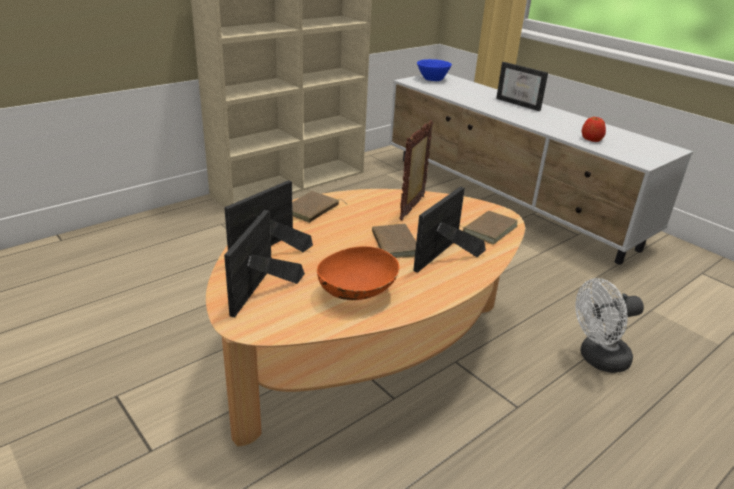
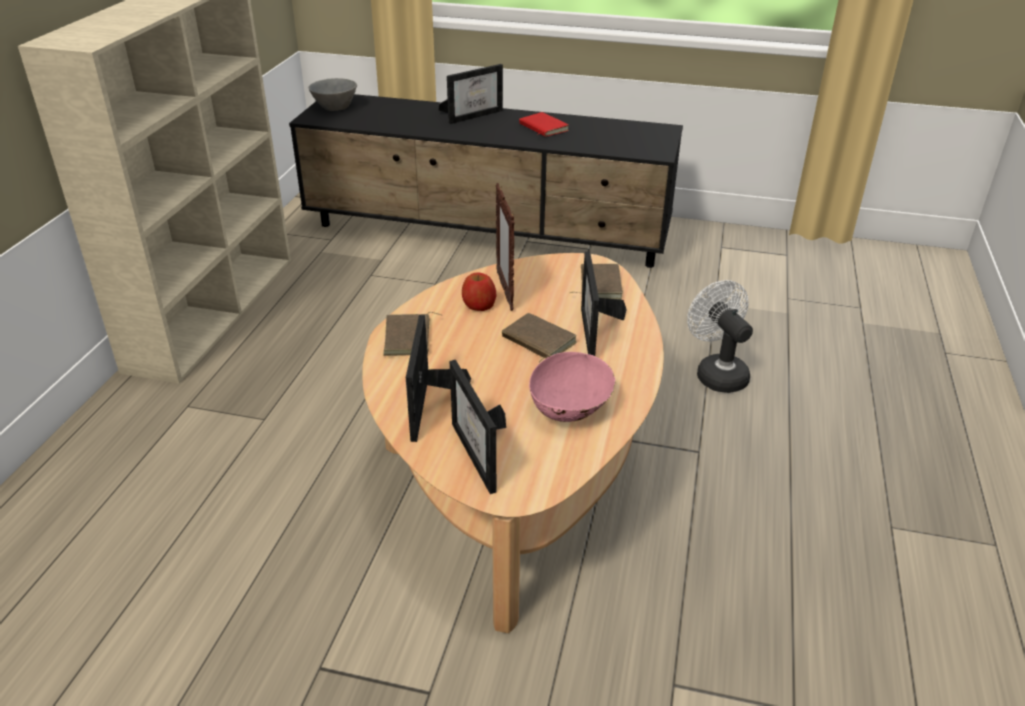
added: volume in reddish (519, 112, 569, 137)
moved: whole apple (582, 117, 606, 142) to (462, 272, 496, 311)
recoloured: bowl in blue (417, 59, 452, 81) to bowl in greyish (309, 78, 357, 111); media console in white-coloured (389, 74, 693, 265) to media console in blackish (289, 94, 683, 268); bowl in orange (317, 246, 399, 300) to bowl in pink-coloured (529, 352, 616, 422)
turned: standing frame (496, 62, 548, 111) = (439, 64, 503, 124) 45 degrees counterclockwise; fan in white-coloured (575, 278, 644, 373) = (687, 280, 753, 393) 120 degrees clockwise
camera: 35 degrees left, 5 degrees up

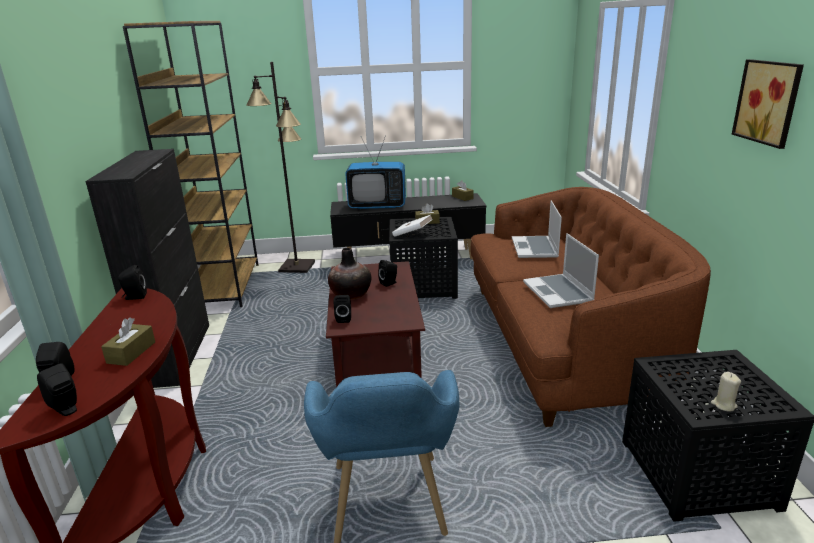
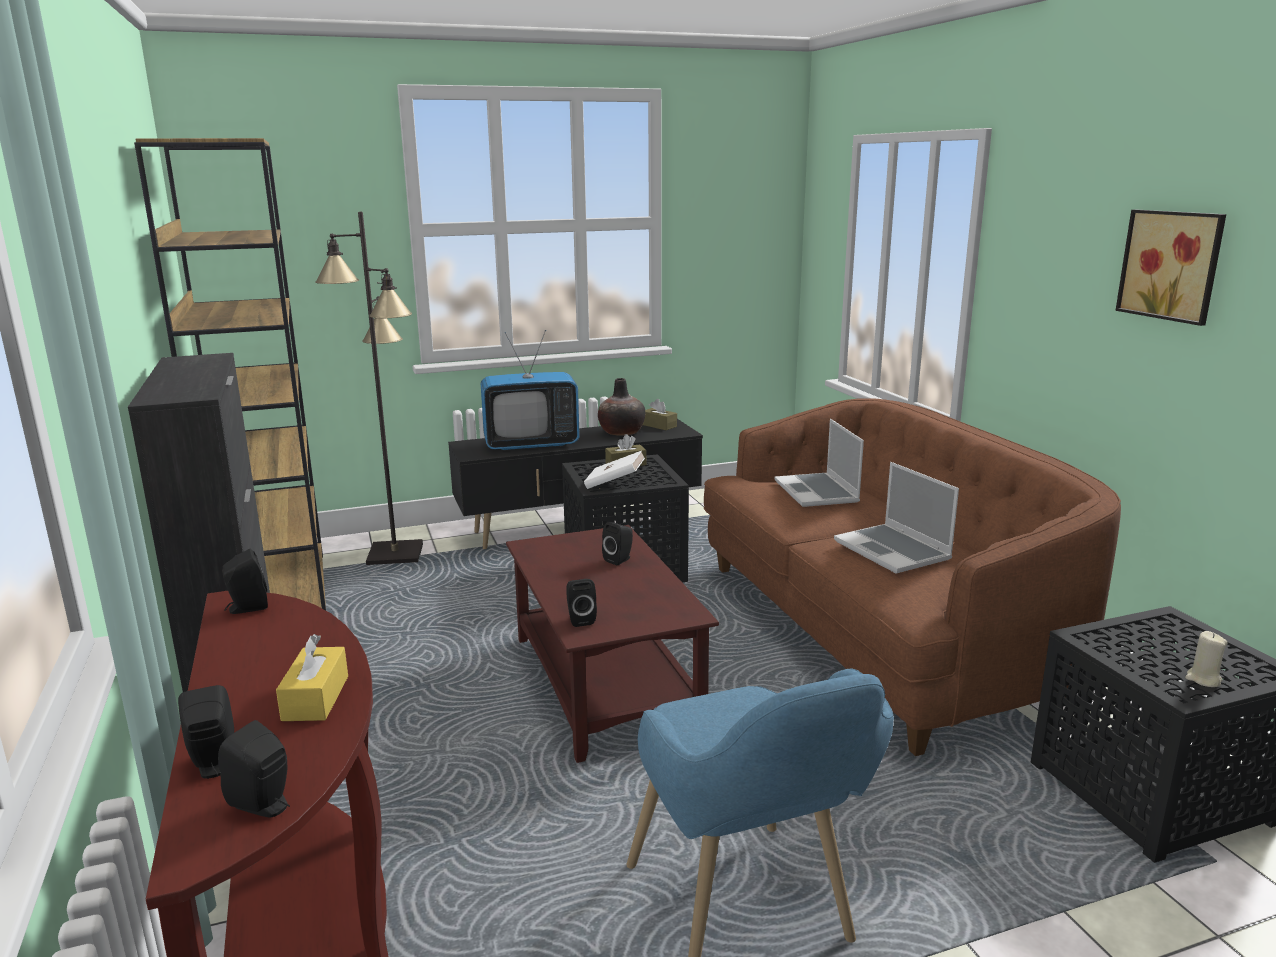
moved: vase (328, 248, 371, 300) to (598, 378, 645, 436)
recoloured: box of tissues in brownish (101, 318, 155, 366) to box of tissues in yellow-coloured (276, 634, 348, 721)
camera: 15 degrees left, 5 degrees down

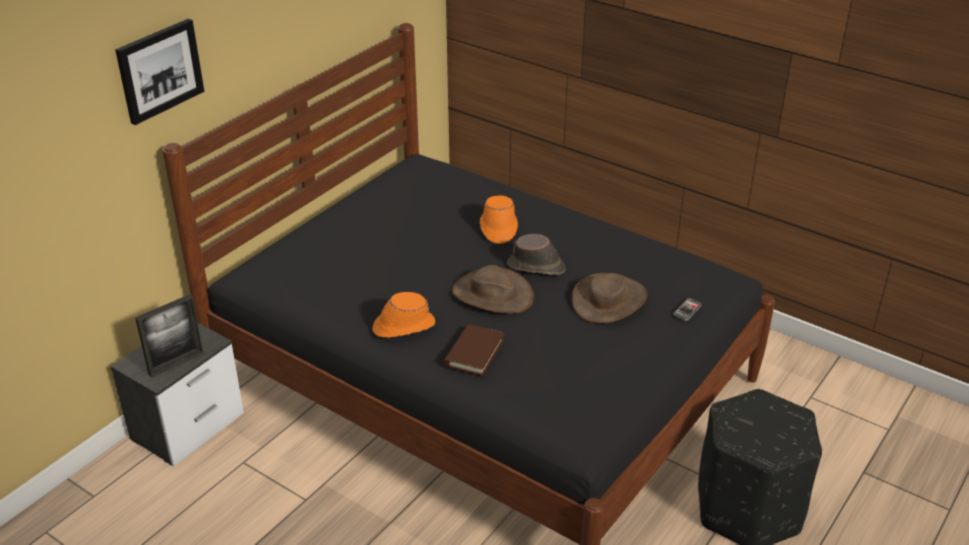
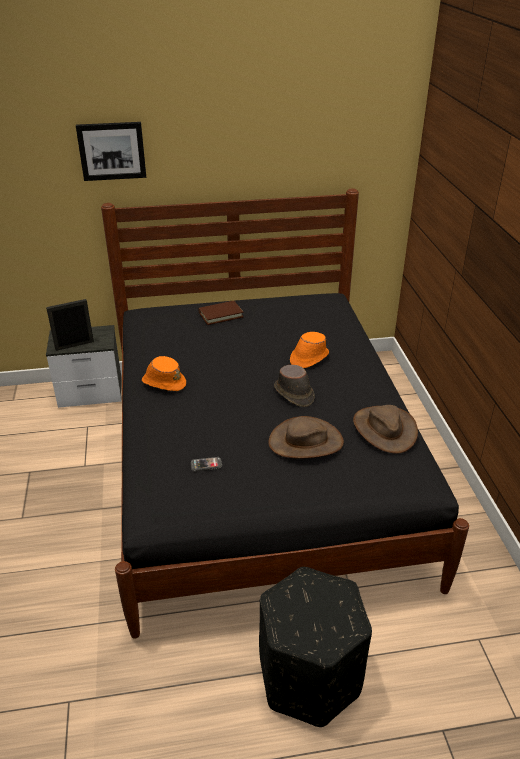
moved: wearable hat in brownish (452, 265, 534, 314) to (353, 405, 418, 454); handset (673, 298, 702, 321) to (190, 457, 222, 472); volume in brownish (444, 324, 505, 376) to (199, 301, 244, 325)
turned: standing frame (135, 294, 204, 378) = (46, 299, 94, 351) 150 degrees clockwise
camera: 45 degrees right, 0 degrees up

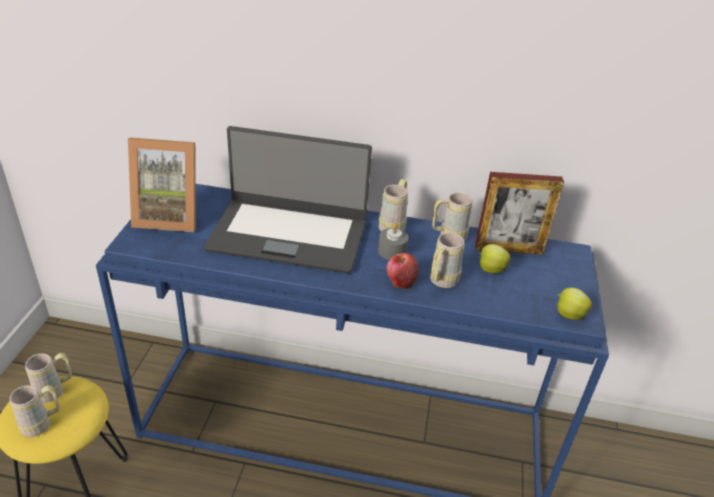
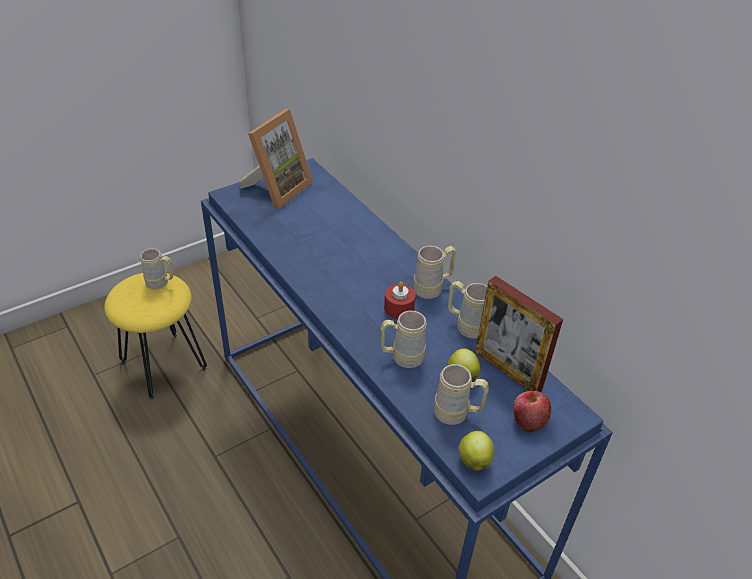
removed: notebook computer (204, 126, 372, 273)
moved: whole apple (387, 253, 419, 289) to (513, 391, 551, 432); coffee mug in sand-coloured (10, 385, 60, 437) to (434, 364, 489, 425)
recoloured: wax candle in greyish (378, 223, 409, 260) to wax candle in reddish (384, 281, 416, 319)
turned: standing frame (128, 138, 196, 232) = (239, 109, 313, 209) 105 degrees counterclockwise
camera: 45 degrees right, 5 degrees up

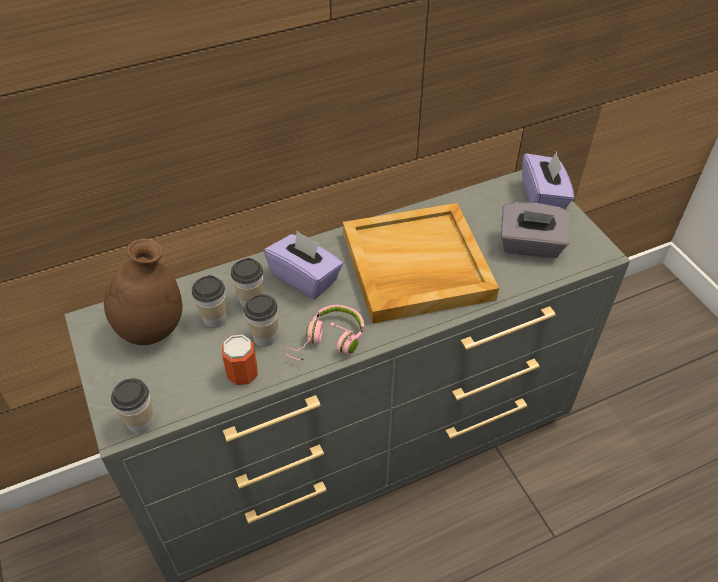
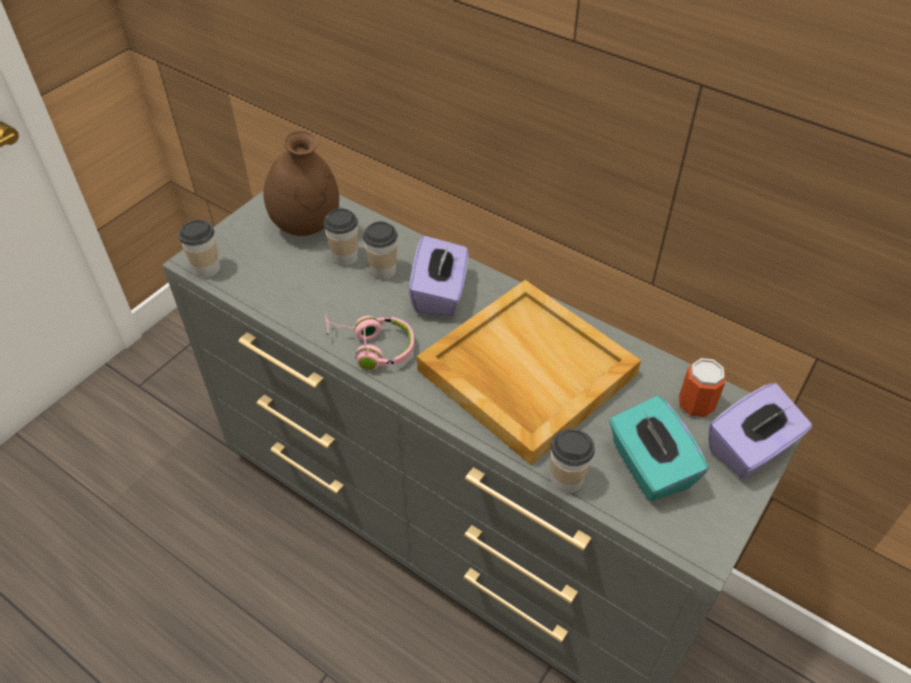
moved: drinking cup (244, 294, 278, 347) to (551, 429, 595, 493); can (222, 334, 258, 385) to (679, 358, 725, 418)
recoloured: box of tissues in greyish (501, 202, 570, 258) to box of tissues in blue-green (609, 396, 708, 501)
camera: 60 degrees right, 0 degrees up

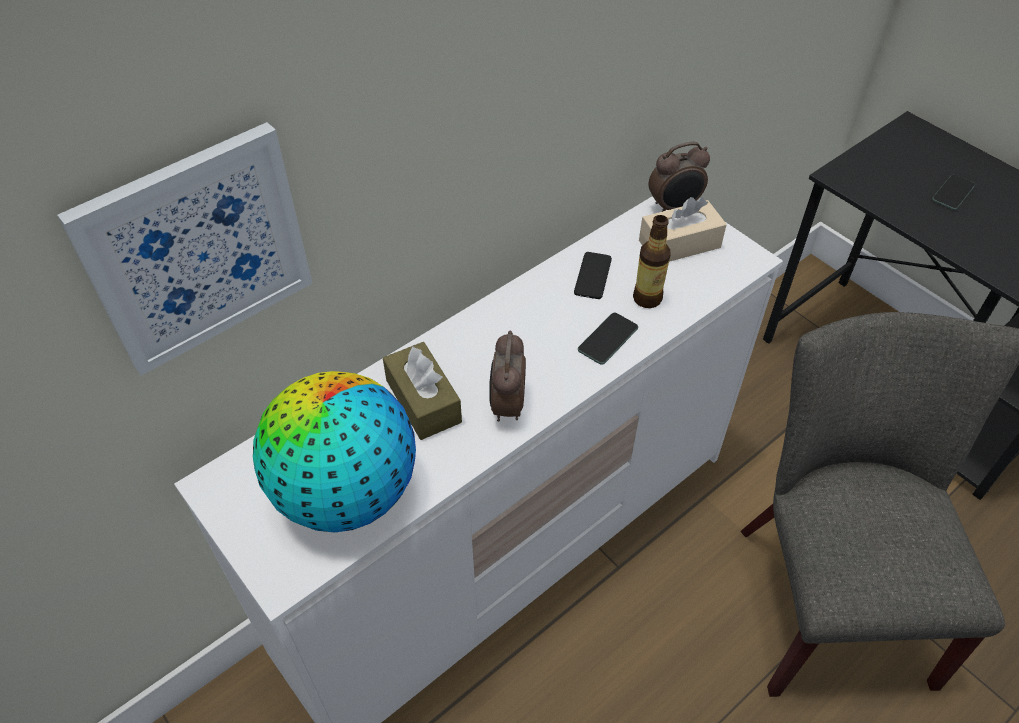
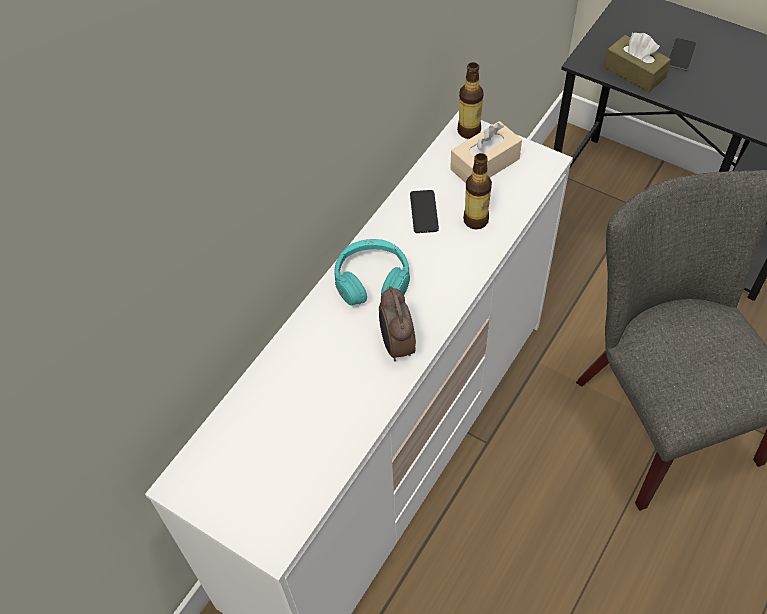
removed: picture (57, 122, 312, 376); handset (578, 313, 638, 365); globe (253, 371, 416, 533)
added: headset in blue-green (334, 239, 410, 306)
moved: box of tissues in brownish (383, 342, 462, 440) to (604, 33, 671, 93)
replaced: bedside clock (648, 142, 710, 212) to drink bottle (457, 62, 484, 139)
camera: 15 degrees left, 5 degrees up

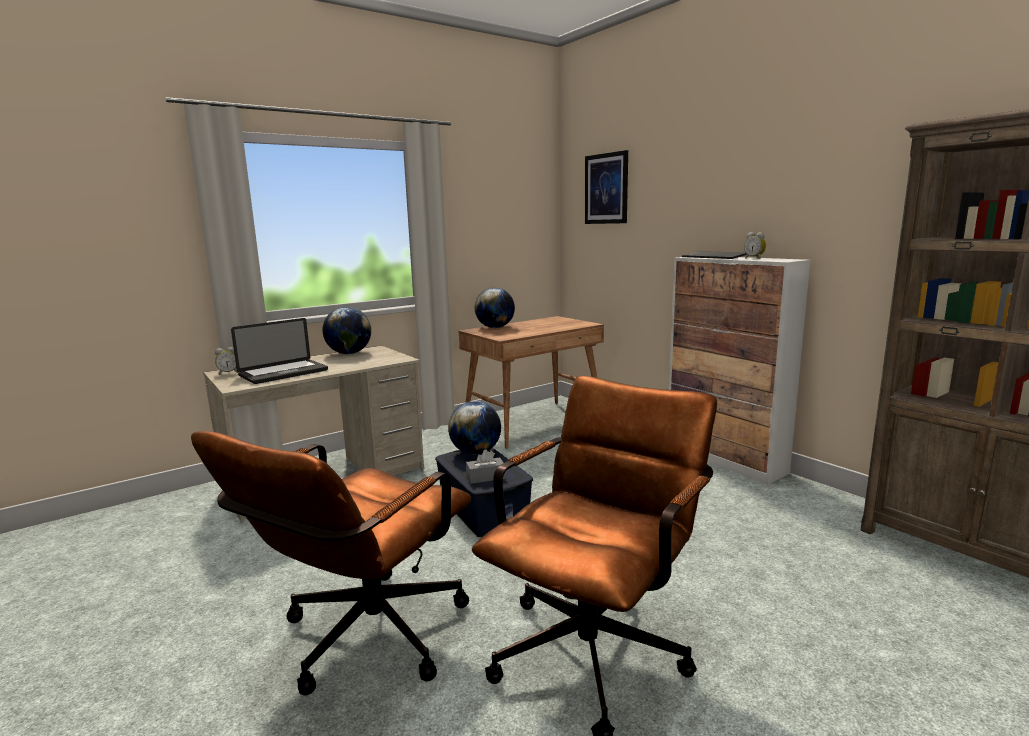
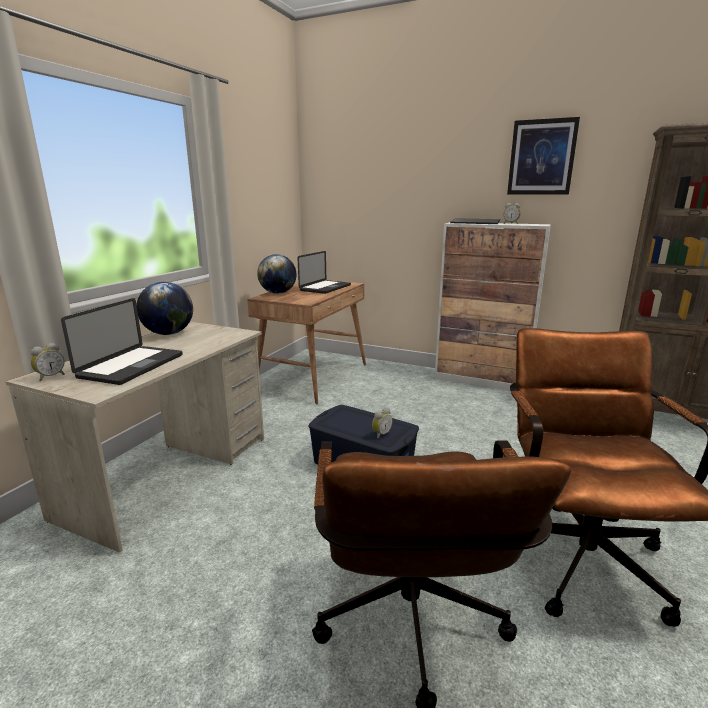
removed: globe (448, 401, 501, 455)
added: notebook computer (298, 251, 351, 294)
moved: picture (585, 150, 628, 224) to (507, 117, 580, 195)
replaced: box of tissues in greyish (466, 449, 505, 484) to bedside clock (372, 408, 393, 439)
camera: 30 degrees left, 5 degrees up

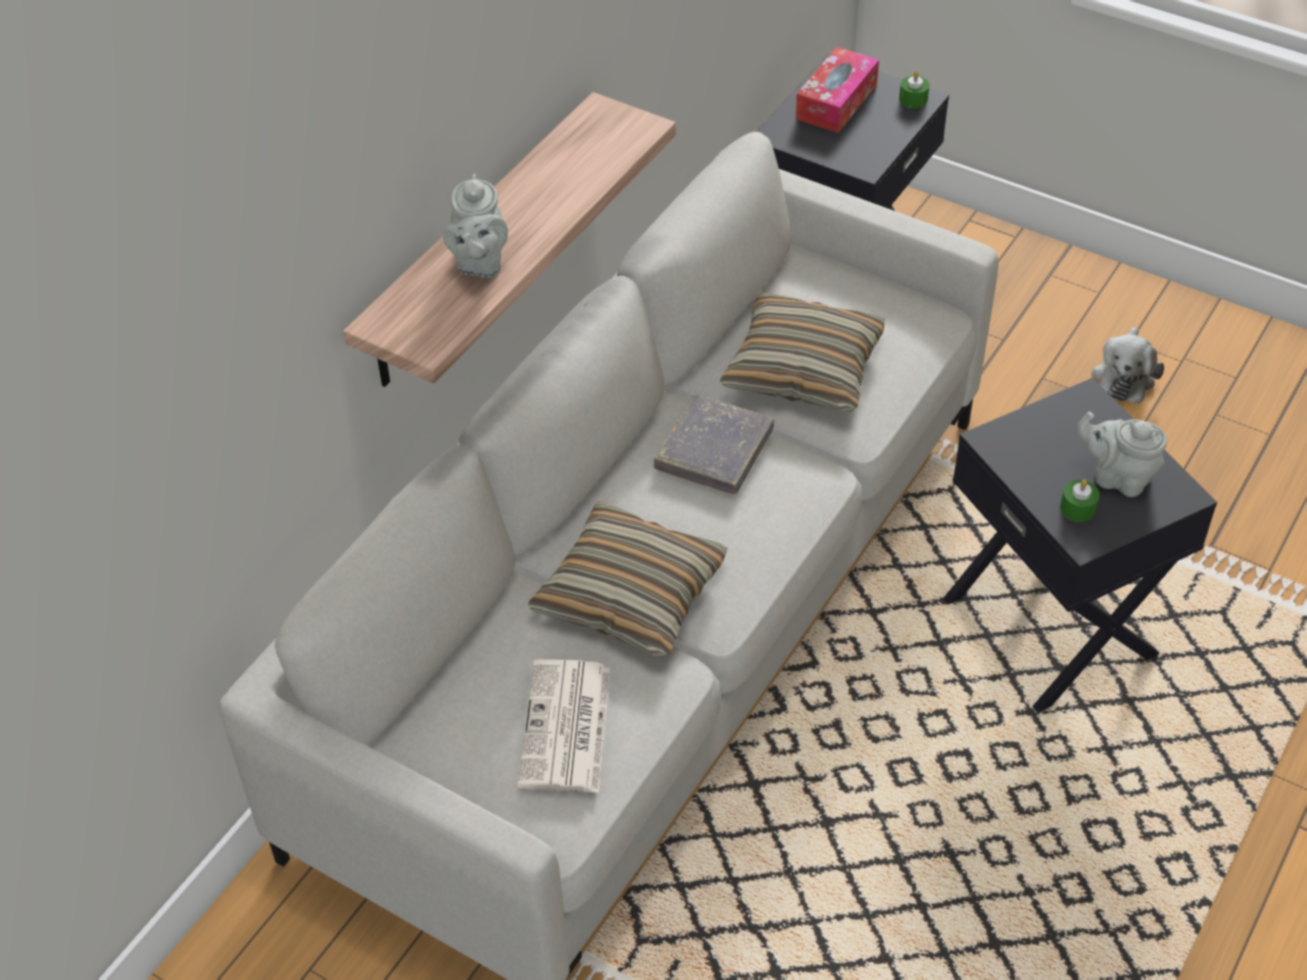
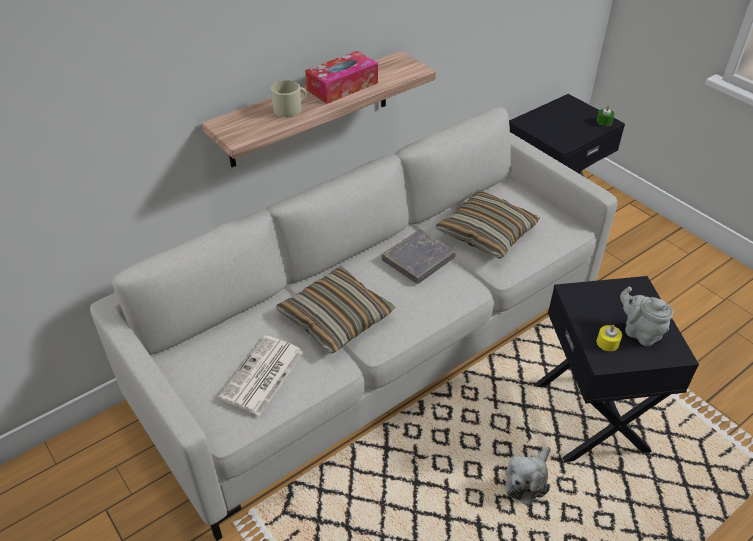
moved: box of tissues (796, 47, 879, 133) to (305, 51, 378, 104); plush toy (1091, 327, 1164, 403) to (505, 447, 551, 505)
replaced: tea pot in greyish (443, 174, 508, 278) to coffee mug in sand-coloured (271, 80, 307, 117)
recoloured: wax candle in green-coloured (1060, 480, 1100, 522) to wax candle in yellow-coloured (597, 325, 622, 351)
camera: 20 degrees right, 5 degrees down

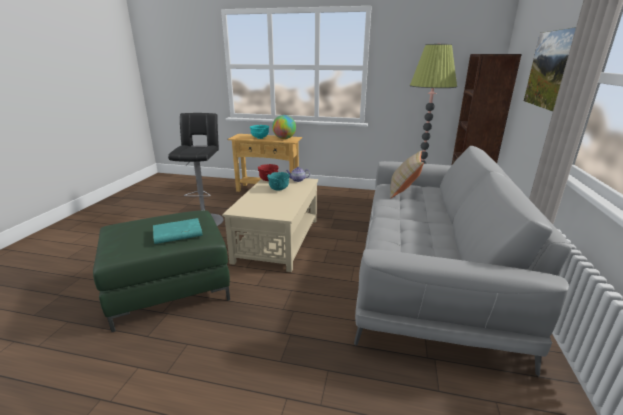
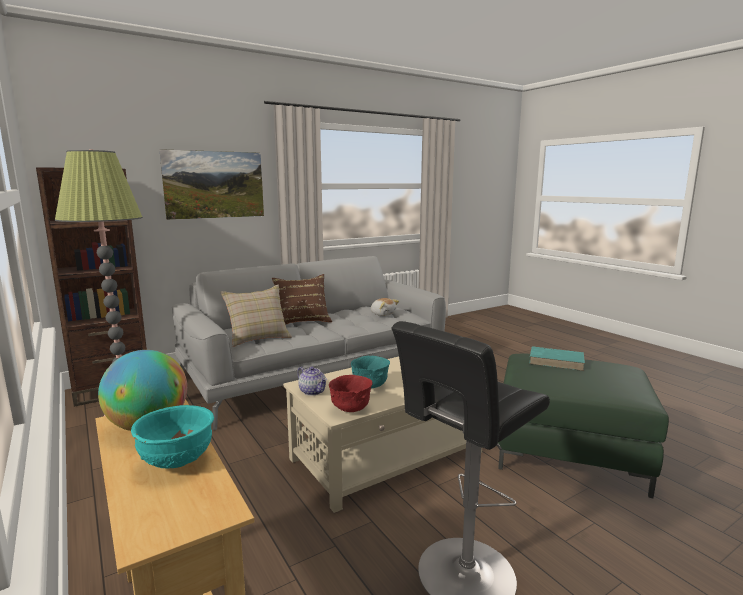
added: throw pillow in brownish (272, 274, 332, 325); plush toy (371, 298, 399, 316)
camera: 135 degrees left, 10 degrees down

